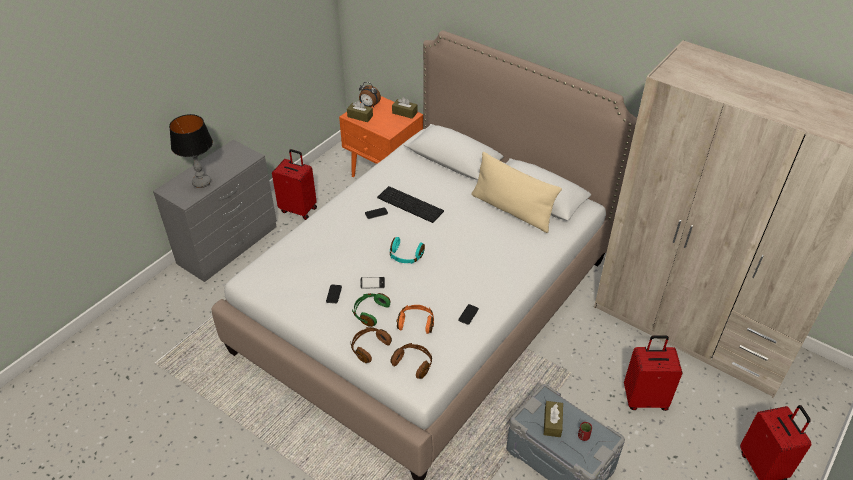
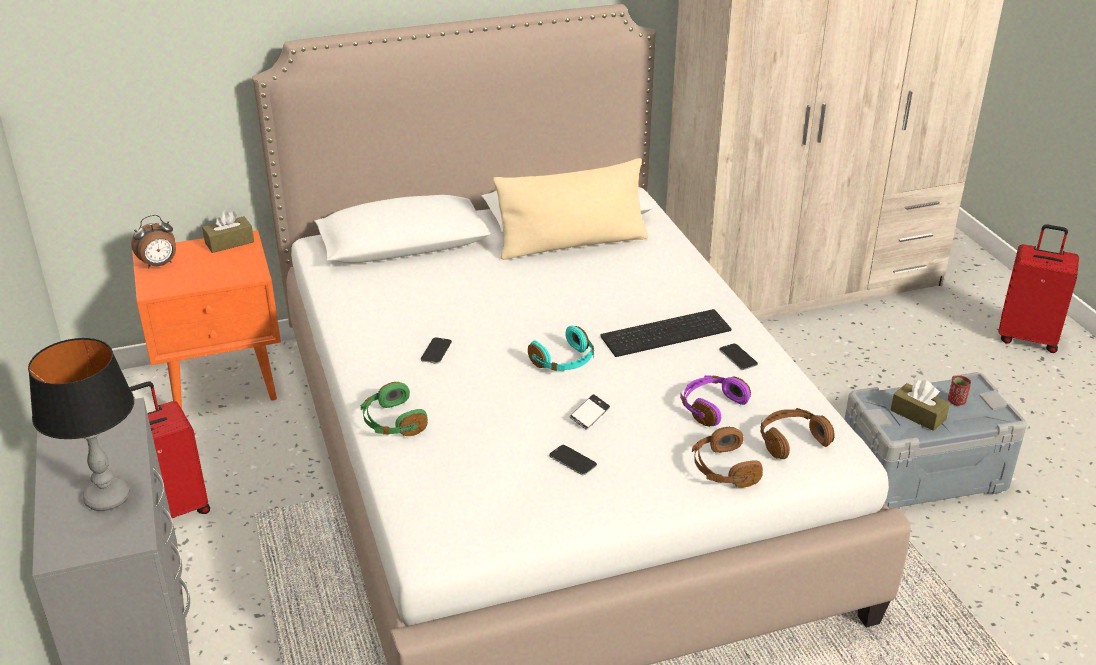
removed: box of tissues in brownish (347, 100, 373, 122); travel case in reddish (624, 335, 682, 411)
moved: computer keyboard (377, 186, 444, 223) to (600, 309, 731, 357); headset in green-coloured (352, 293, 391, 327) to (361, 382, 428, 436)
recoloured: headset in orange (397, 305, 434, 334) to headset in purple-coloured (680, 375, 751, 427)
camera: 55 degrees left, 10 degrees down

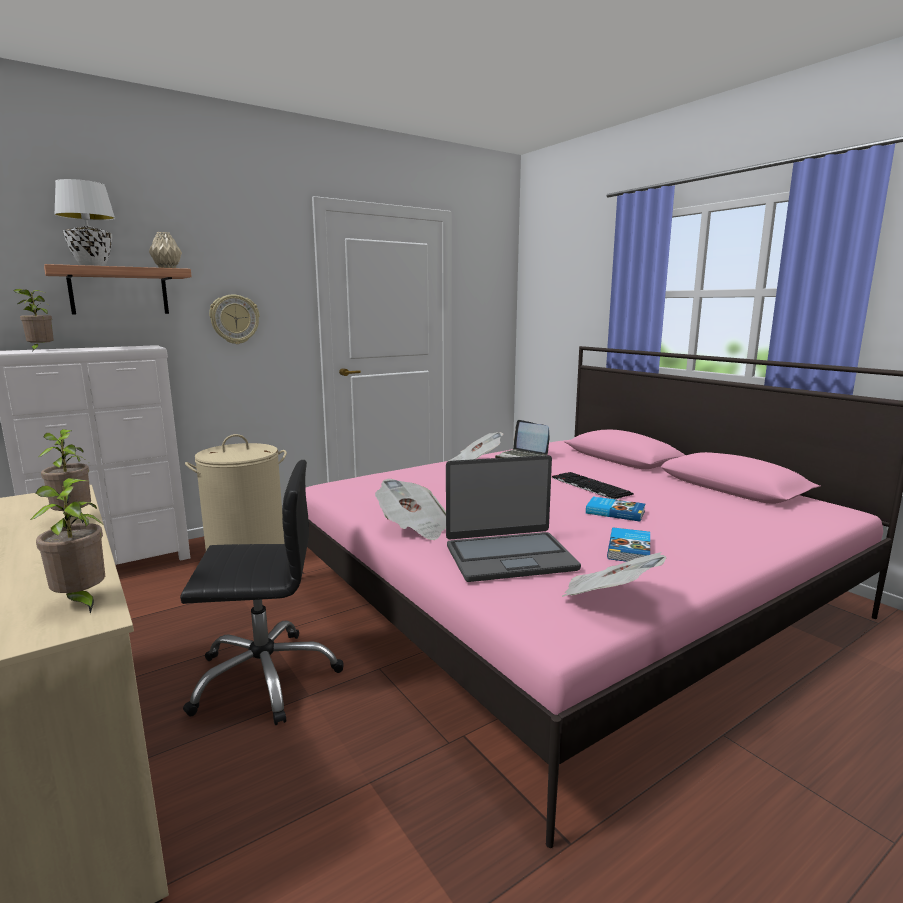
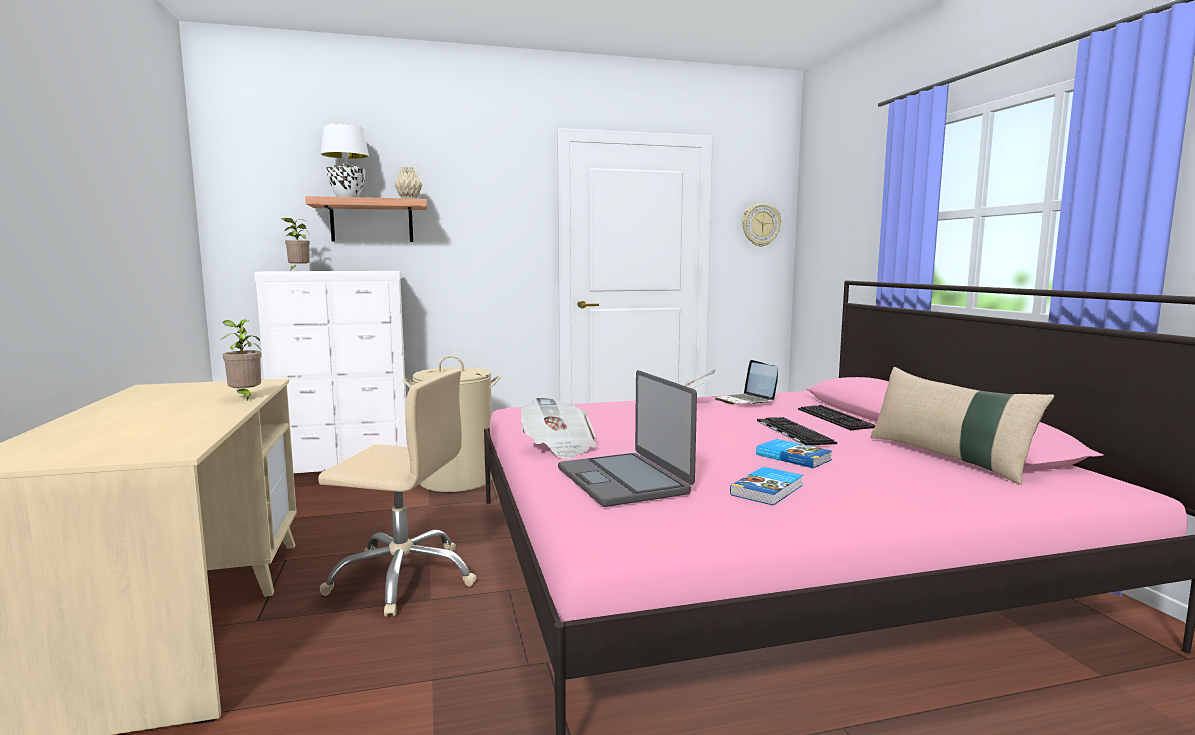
removed: plant in a pot (30, 478, 105, 614); printed paper (562, 552, 667, 597)
added: throw pillow in sand-coloured (870, 367, 1054, 485); computer keyboard (798, 405, 875, 430)
moved: hanging clock (209, 294, 260, 344) to (742, 203, 781, 247)
recoloured: office chair in blackish (180, 460, 344, 725) to office chair in sand-coloured (318, 369, 477, 617)
turned: notebook computer (446, 455, 581, 582) = (558, 370, 697, 507) 60 degrees clockwise
camera: 20 degrees right, 5 degrees down

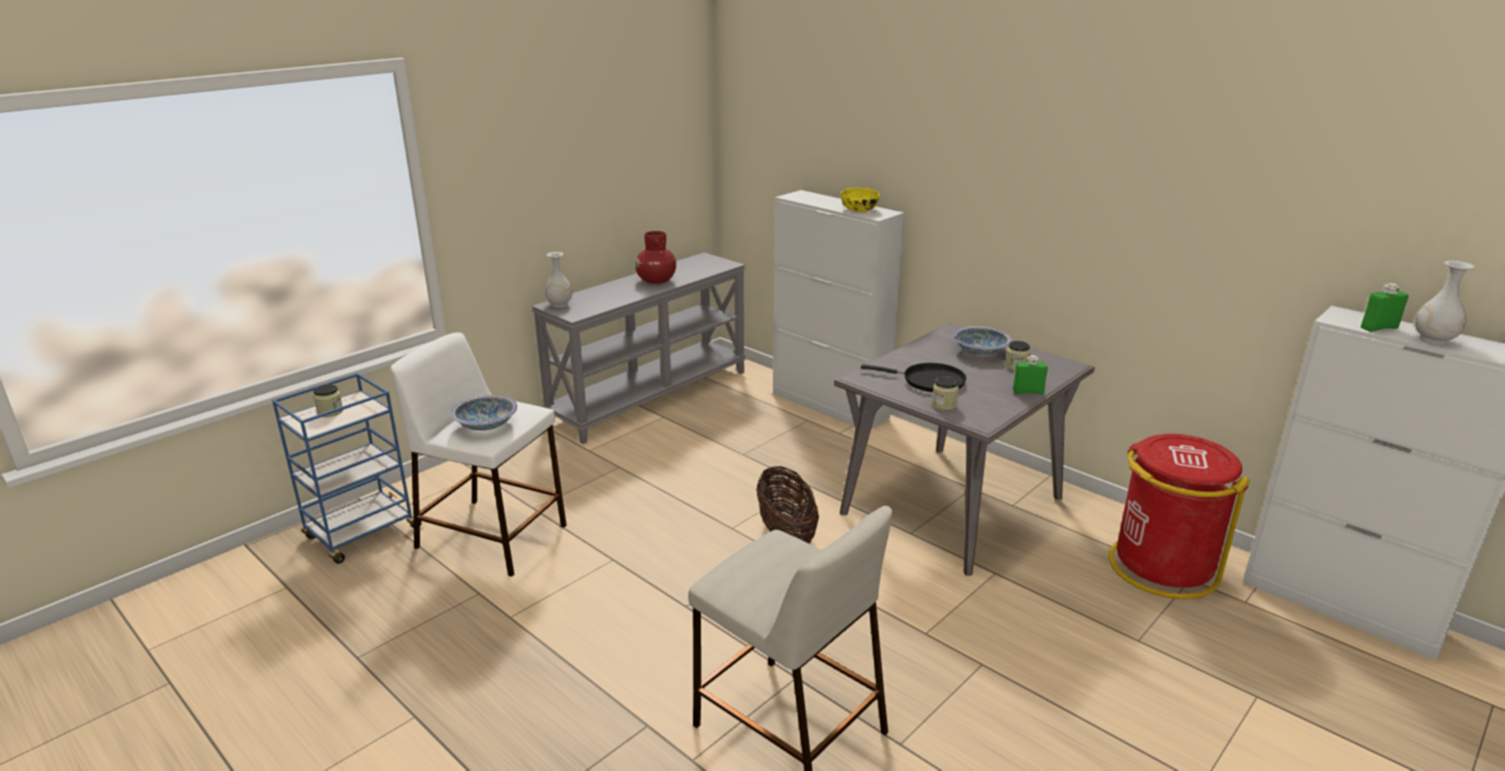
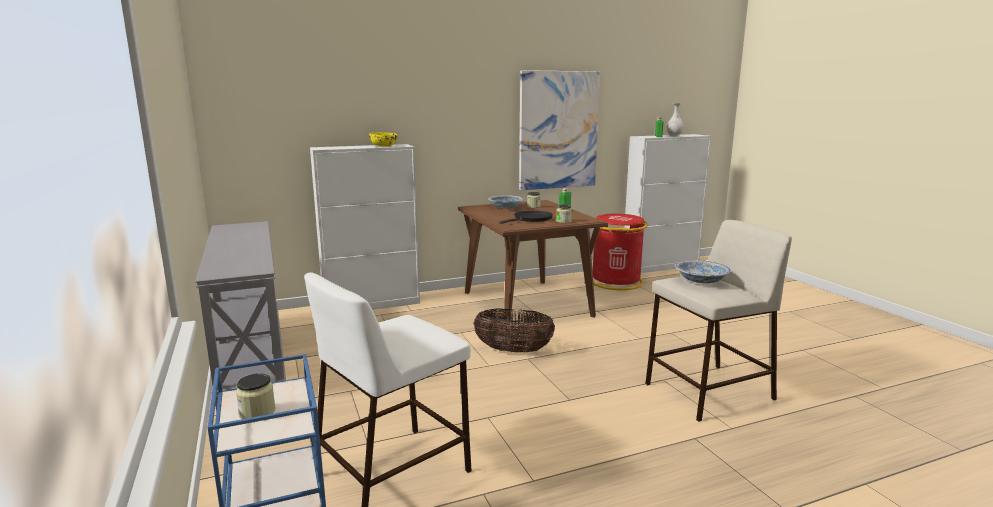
removed: vase in reddish (635, 231, 676, 284); vase in white-coloured (545, 252, 573, 308)
added: picture (519, 70, 600, 190)
moved: bowl (450, 395, 518, 431) to (675, 260, 731, 283)
recoloured: dinner table in greyish (834, 324, 1095, 576) to dinner table in brownish (458, 200, 608, 325)
camera: 65 degrees left, 10 degrees down

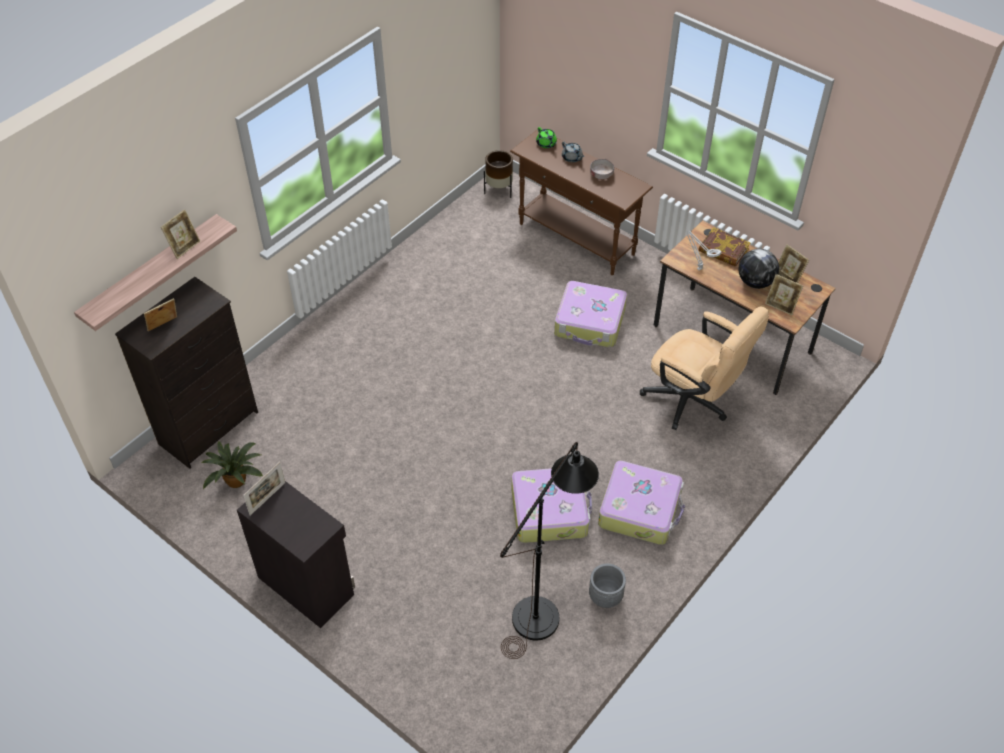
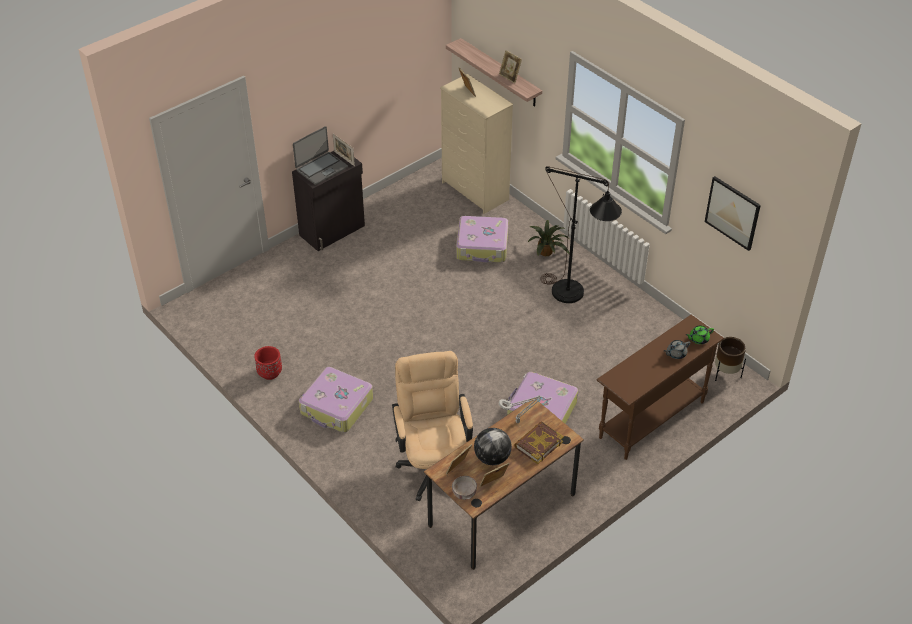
added: notebook computer (293, 126, 348, 185); picture (705, 176, 761, 251)
moved: bowl in greyish (590, 159, 614, 180) to (452, 476, 477, 500); plant in a pot (201, 442, 263, 489) to (527, 220, 569, 256); standard lamp in blackish (500, 442, 599, 659) to (540, 166, 622, 303); travel case (511, 468, 592, 543) to (456, 216, 508, 263)
recoloured: chest of drawers in blackish (115, 277, 258, 469) to chest of drawers in sand-coloured (440, 74, 513, 214); plant pot in greyish (589, 563, 626, 608) to plant pot in reddish (254, 346, 282, 380)
turned: office chair in sand-coloured (640, 307, 769, 430) = (392, 351, 473, 502) 120 degrees clockwise
camera: 100 degrees right, 5 degrees down

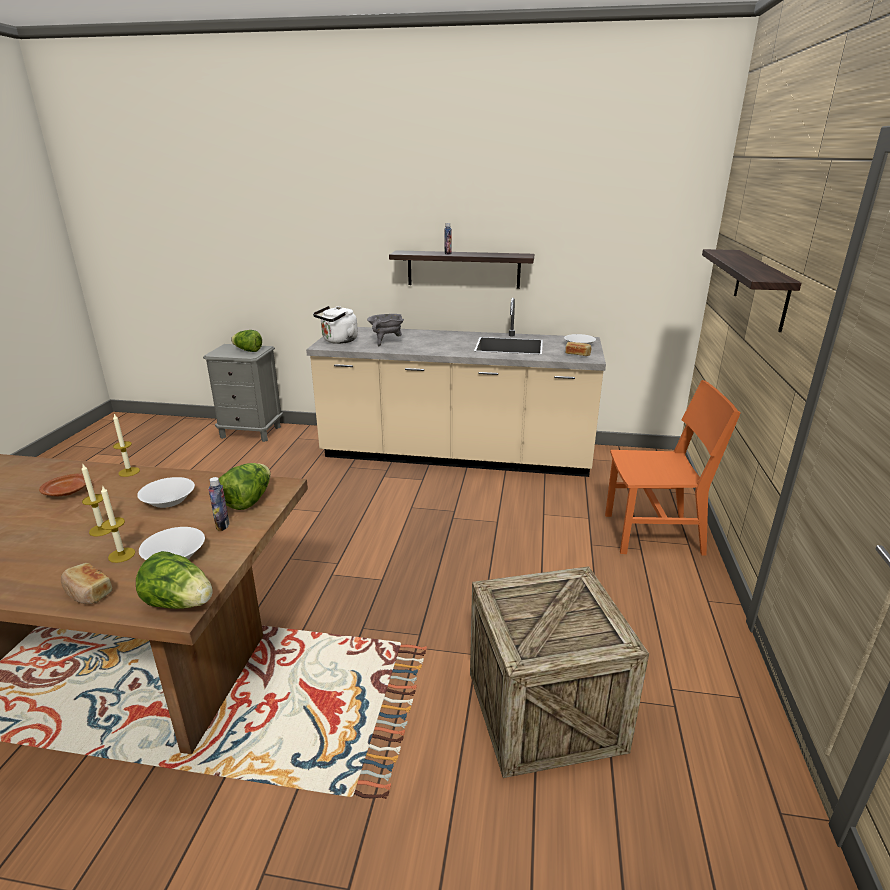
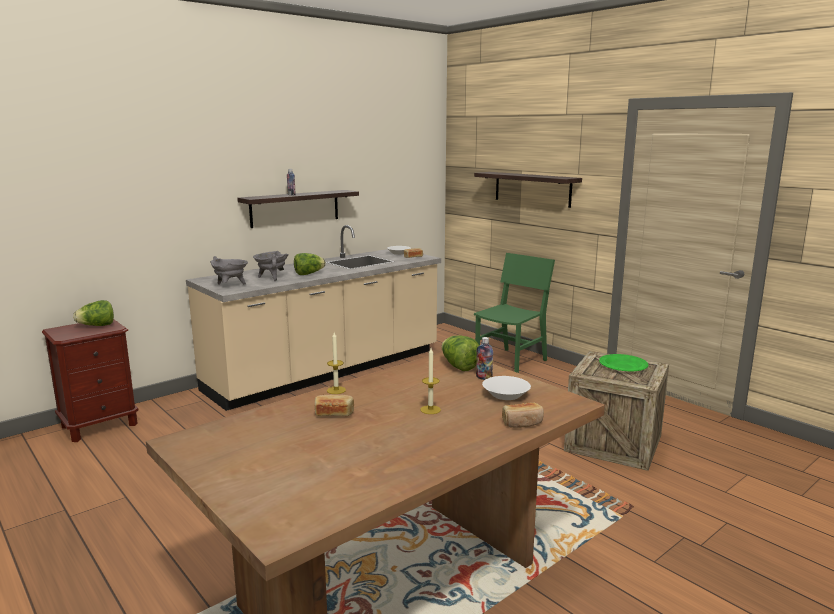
removed: bowl in white-coloured (137, 477, 195, 508); wax candle (101, 485, 135, 563)
added: plate in green-coloured (599, 354, 648, 371)
moved: head of lettuce (136, 551, 213, 609) to (294, 253, 326, 275)
replaced: tea kettle in white-coloured (313, 306, 358, 344) to cooking pot in greyish (210, 256, 248, 285); plate in brownish (39, 474, 86, 497) to bakery bread (315, 394, 354, 416)
recoloured: night table in greyish (203, 344, 283, 442) to night table in brownish (42, 319, 138, 442); plain chair in orange (605, 380, 741, 556) to plain chair in green-coloured (474, 253, 555, 373)
camera: 50 degrees left, 10 degrees down

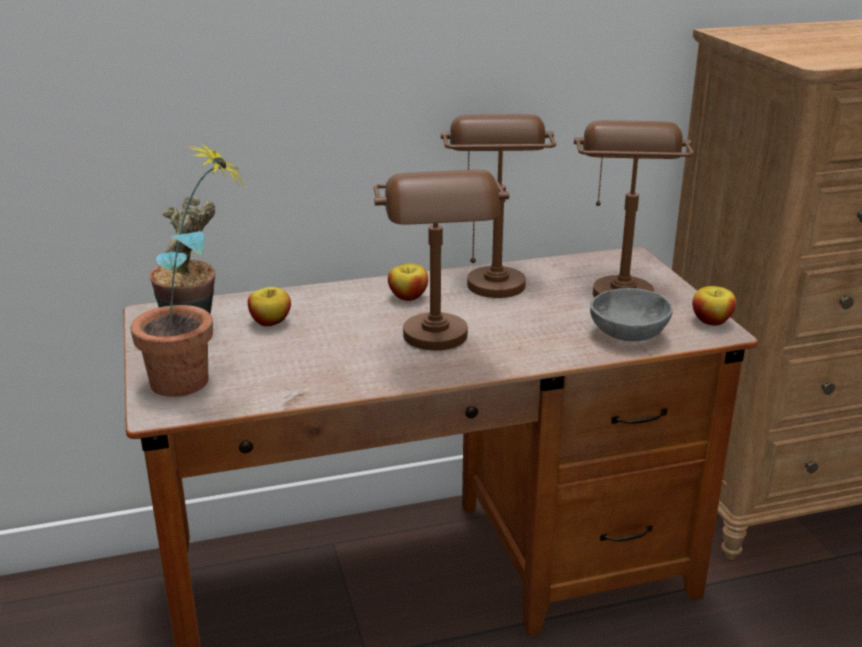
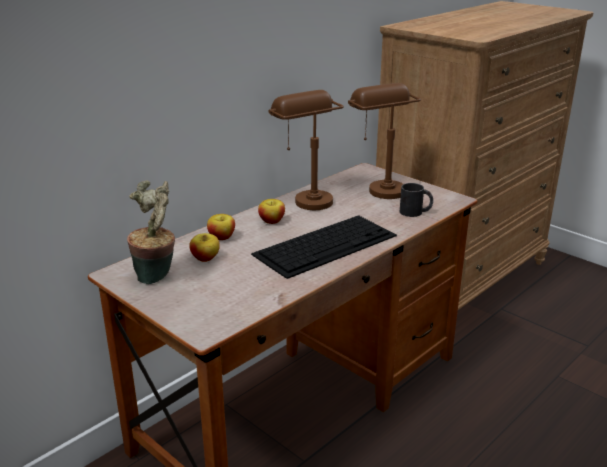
removed: plant in a pot (130, 141, 245, 397)
moved: whole apple (692, 286, 736, 326) to (207, 214, 235, 240)
replaced: lamp for a table in brownish (373, 170, 509, 350) to computer keyboard (251, 215, 397, 279); bowl in greyish (590, 288, 673, 341) to coffee mug in blackish (400, 183, 433, 217)
camera: 30 degrees left, 0 degrees up

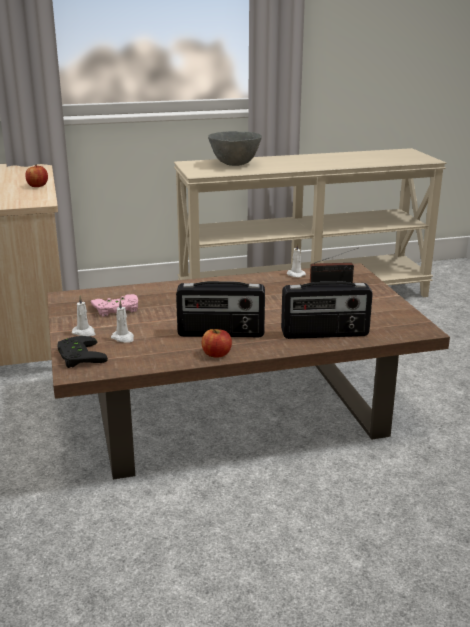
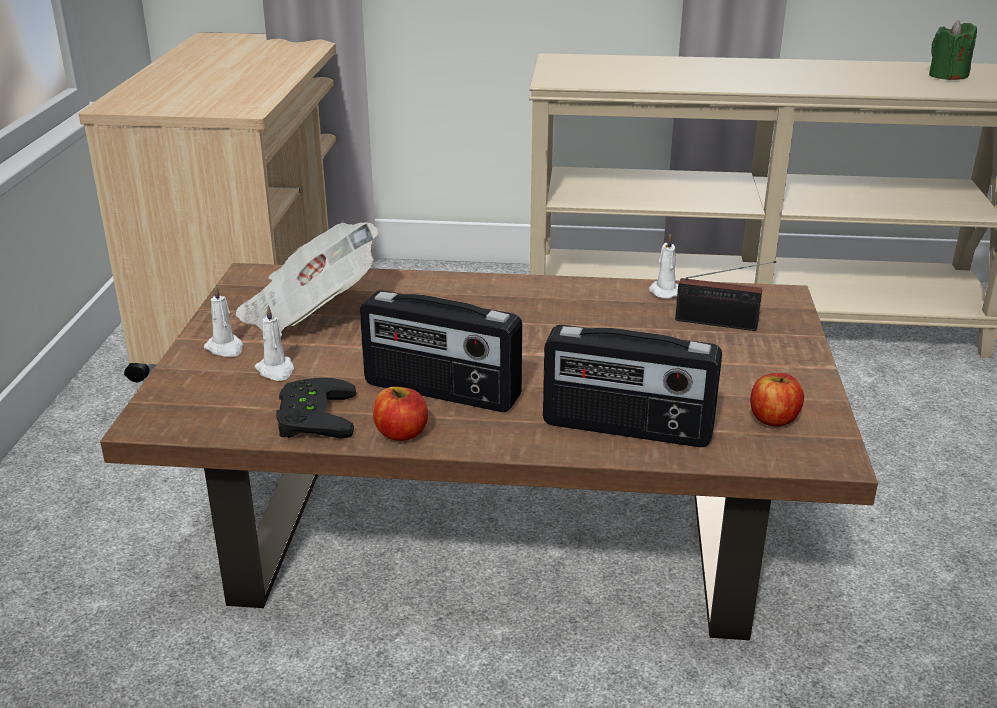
removed: bowl in greyish (208, 131, 262, 166)
added: wax candle in green-coloured (929, 20, 977, 80)
moved: whole apple (25, 165, 48, 187) to (750, 373, 804, 426); joypad in blackish (57, 336, 108, 368) to (276, 378, 356, 439)
replaced: joypad in pink-coloured (91, 294, 138, 317) to printed paper (235, 222, 379, 331)
camera: 20 degrees right, 5 degrees up

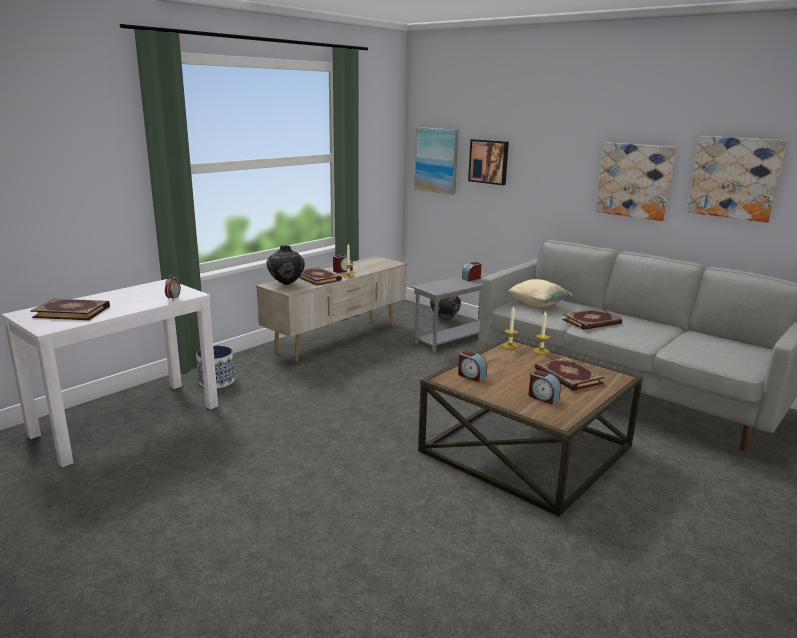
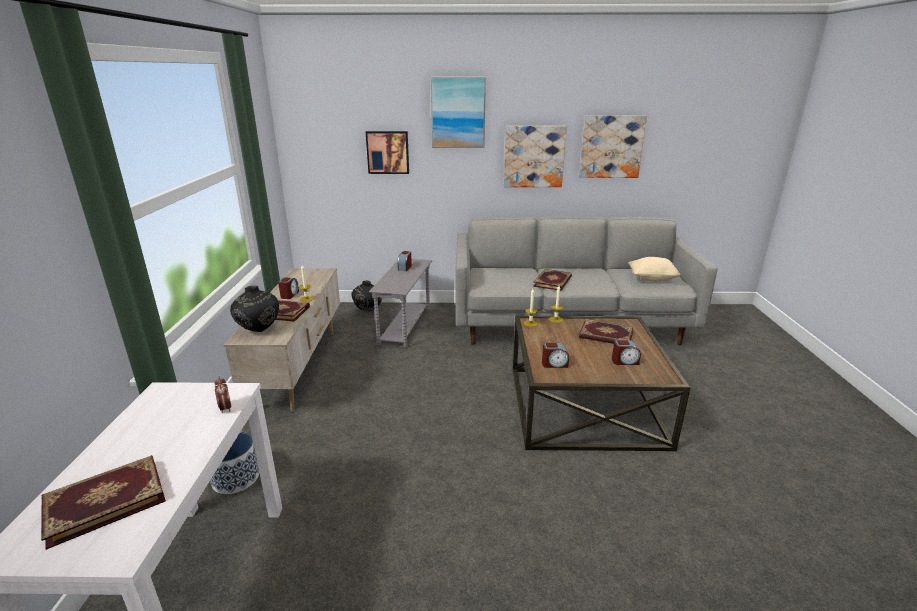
moved: picture (414, 127, 458, 195) to (431, 77, 486, 148); throw pillow in sand-coloured (507, 279, 572, 307) to (628, 257, 681, 282)
camera: 40 degrees left, 5 degrees up

